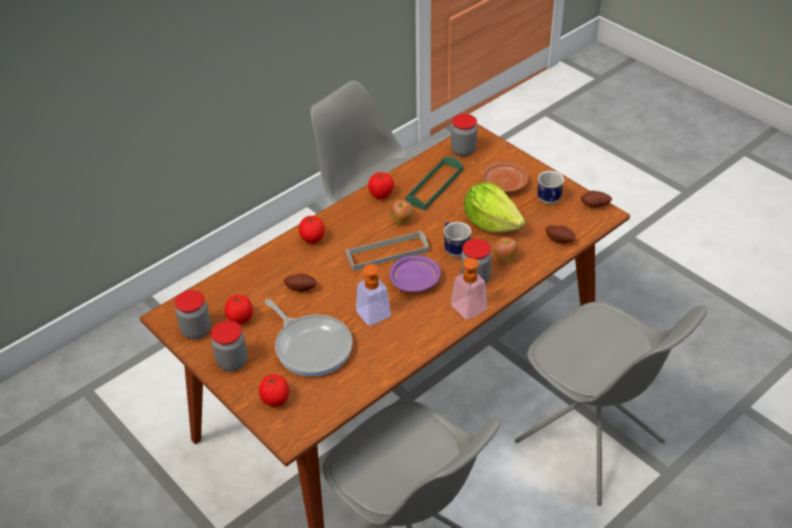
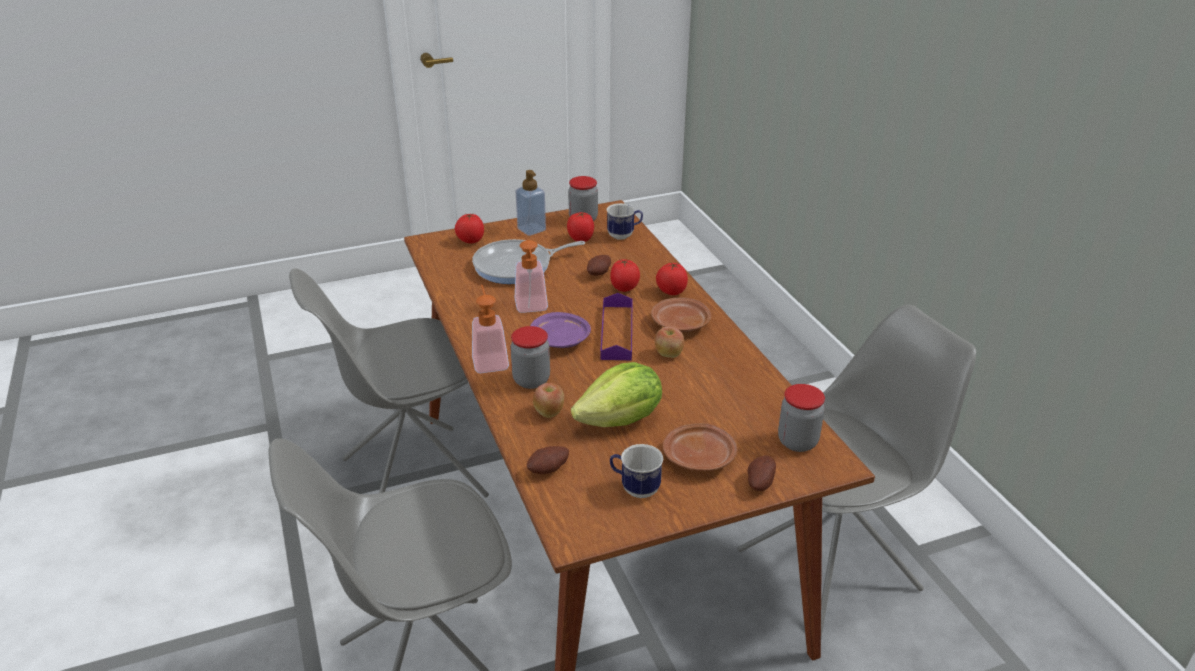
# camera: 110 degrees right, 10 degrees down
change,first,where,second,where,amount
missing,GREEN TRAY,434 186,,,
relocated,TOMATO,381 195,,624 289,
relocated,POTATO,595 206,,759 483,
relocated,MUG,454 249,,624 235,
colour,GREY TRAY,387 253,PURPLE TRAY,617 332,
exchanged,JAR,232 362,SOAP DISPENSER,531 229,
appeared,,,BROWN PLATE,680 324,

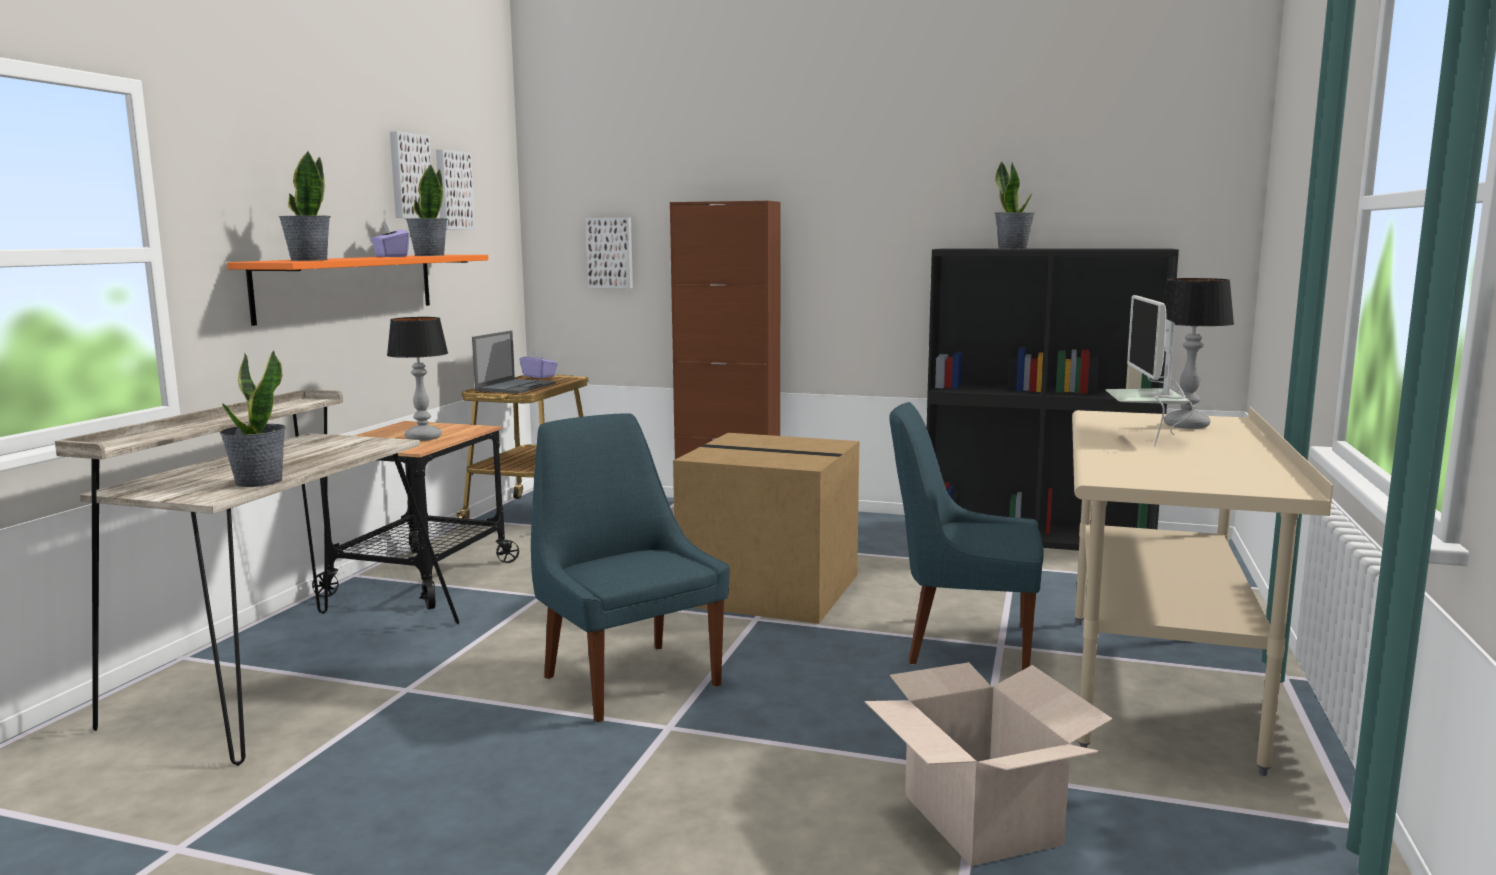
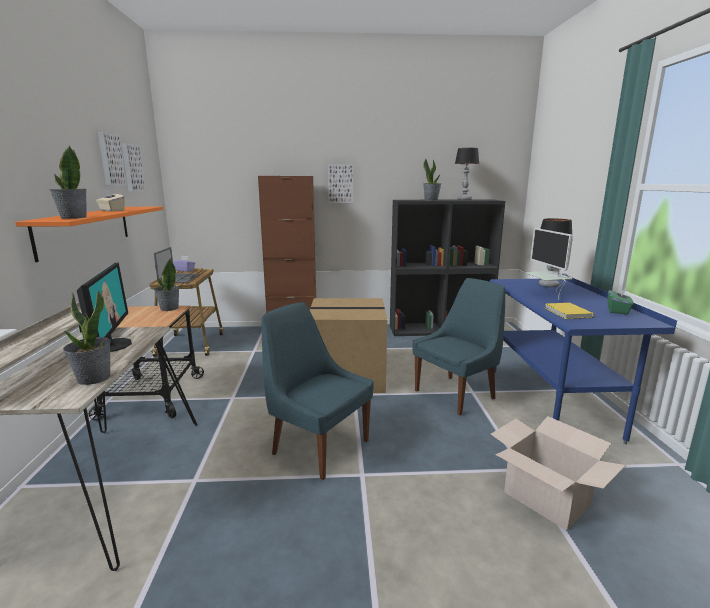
# camera: 20 degrees left, 5 degrees up
change,first,where,second,where,amount
relocated,POTTED PLANT,429 255,,169 308,
relocated,PICTURE,610 253,,340 184,
colour,PURPLE TISSUE BOX,390 256,BEIGE TISSUE BOX,112 210,
relocated,TABLE LAMP,424 437,,464 199,
spun,BLUE CHAIR,963 644,,456 394,150 degrees clockwise
colour,BEIGE DESK,1158 687,BLUE DESK,550 404,
appeared,,,MONITOR,112 345,
appeared,,,GREEN TISSUE BOX,618 310,
appeared,,,YELLOW BOOK,567 313,

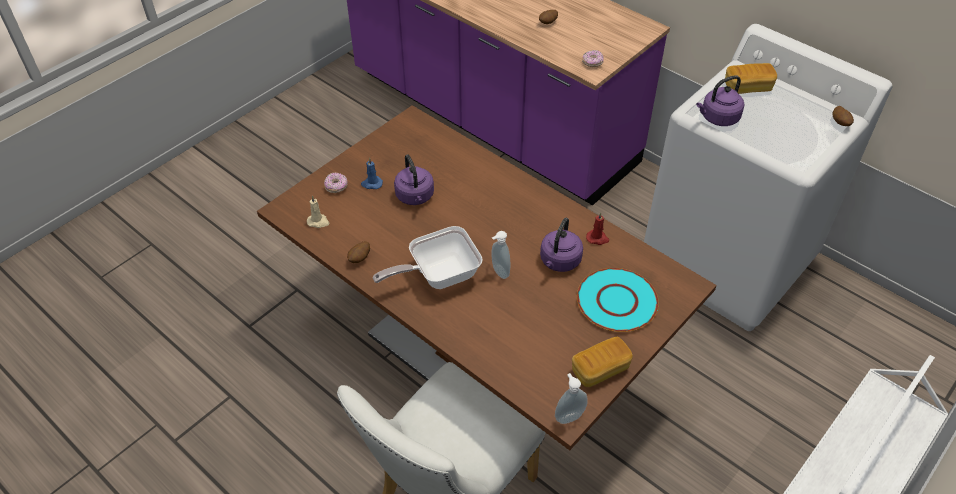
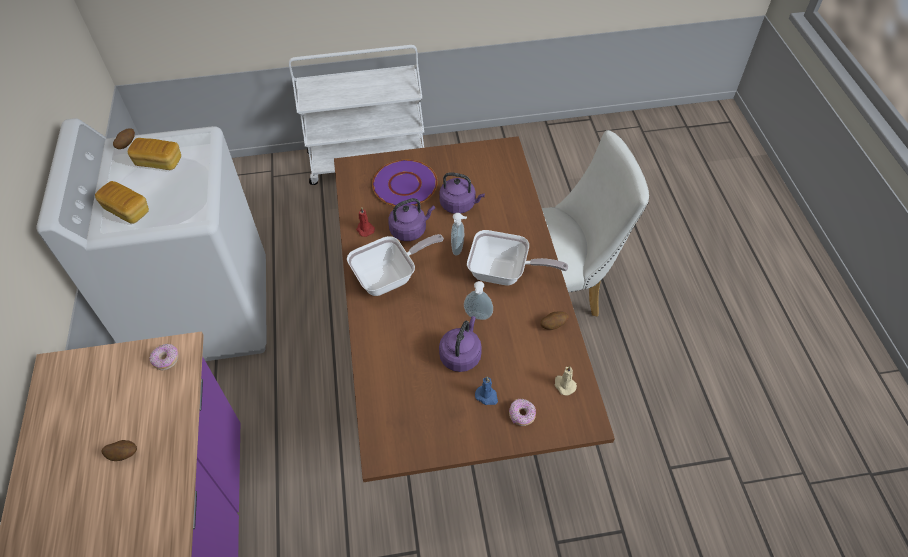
# camera: 140 degrees left, 5 degrees up
change,first,where,second,where,amount
relocated,PURPLE KETTLE,717 118,,459 204,
colour,TURQUOISE PLATE,616 301,PURPLE PLATE,405 185,
relocated,BREAD,600 370,,159 162,
relocated,SOAP DISPENSER,568 416,,477 317,
appeared,,,FRYING PAN,390 277,

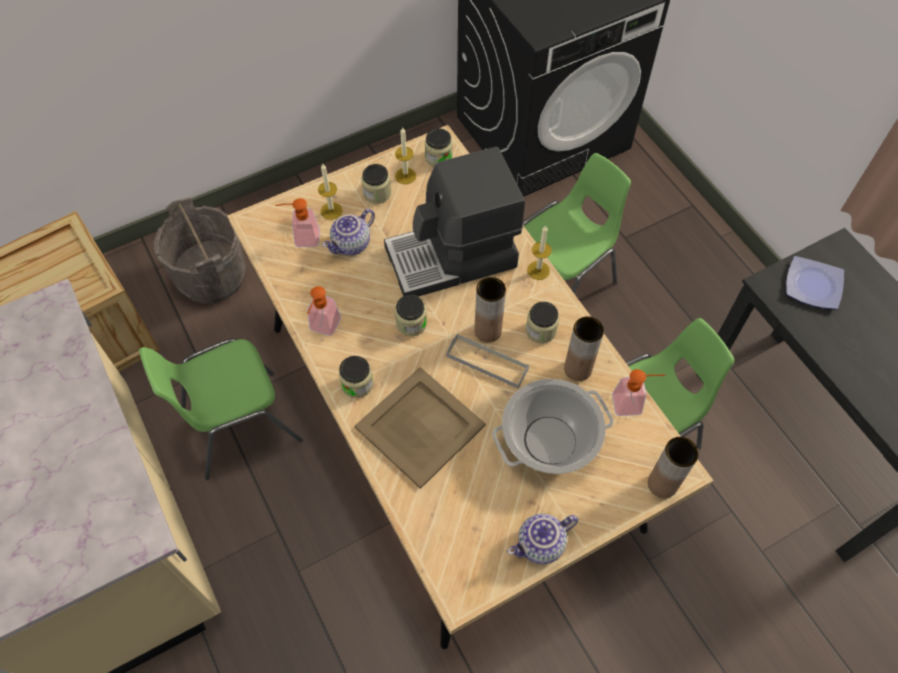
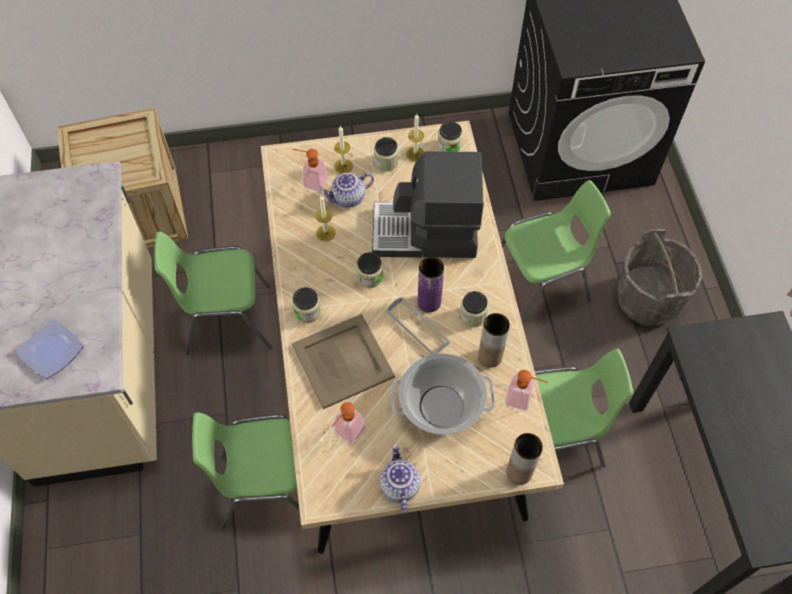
# camera: 20 degrees right, 0 degrees up
change,first,where,second,where,amount
relocated,GREY BUCKET,212 276,,648 300,
relocated,CANDLE,538 270,,325 233,
relocated,PLATE,814 285,,53 351,
colour,BROWN VASE,488 331,PURPLE VASE,429 302,
relocated,SOAP DISPENSER,323 328,,346 434,
spun,TEAPOT,540 545,,398 485,90 degrees clockwise
appeared,,,GREEN CHAIR,267 486,

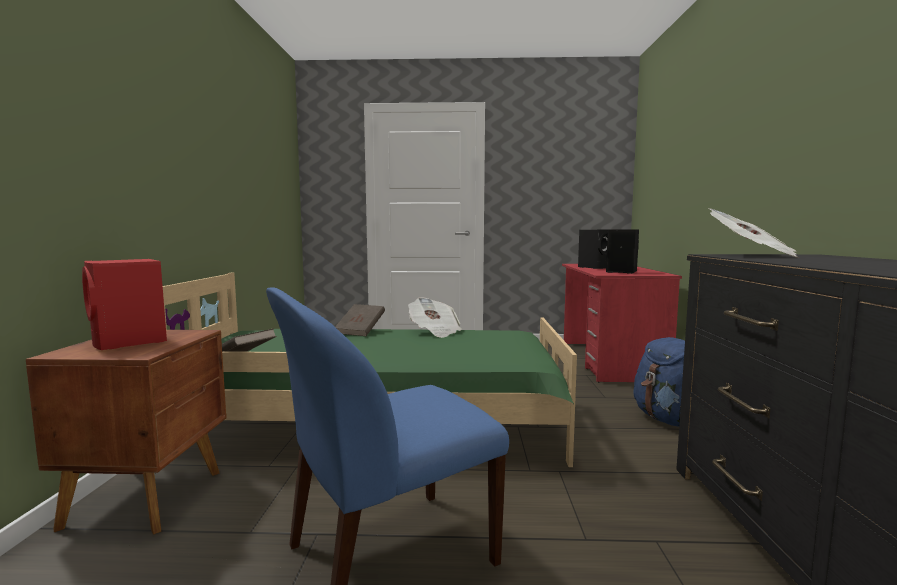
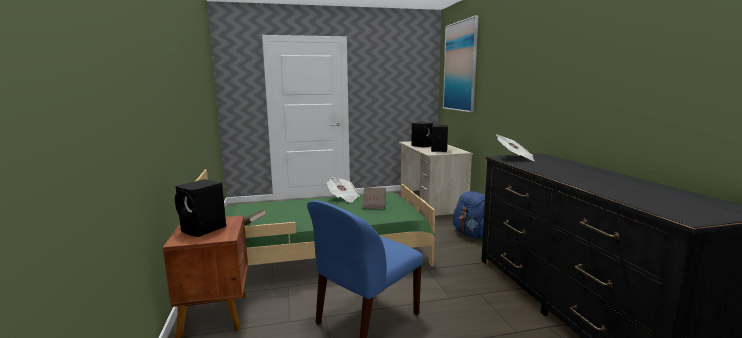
# camera: 15 degrees left, 5 degrees up
change,first,where,second,where,amount
colour,RED SPEAKER,129 342,BLACK SPEAKER,204 229,
colour,RED DESK,610 361,BEIGE DESK,431 201,
relocated,BROWN BOOK,360 331,,374 205,
appeared,,,PICTURE,460 66,

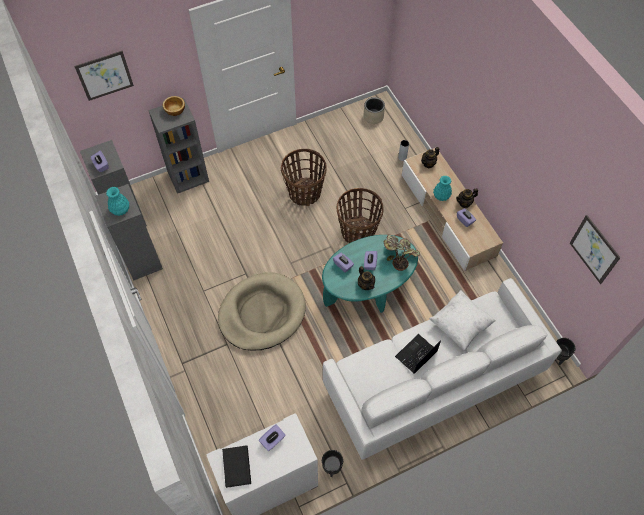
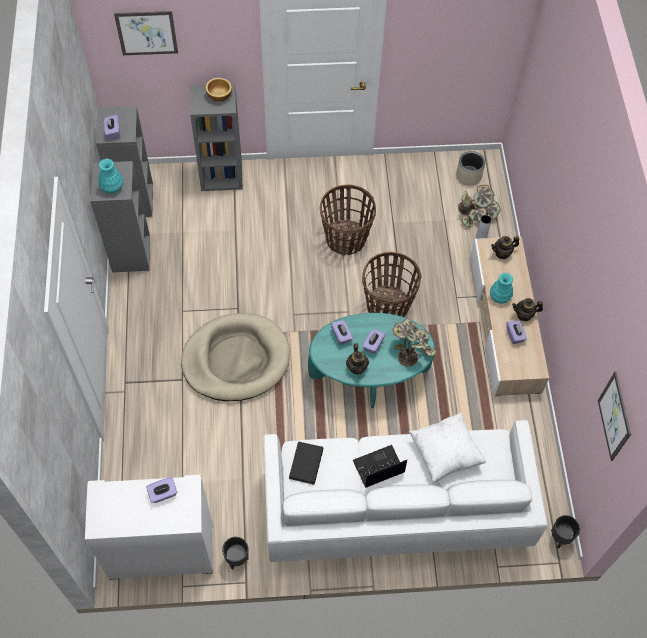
# camera: 20 degrees right, 0 degrees up
change,first,where,second,where,amount
relocated,BLACK BOOK,235 466,,305 463,
appeared,,,POTTED PLANT,476 214,

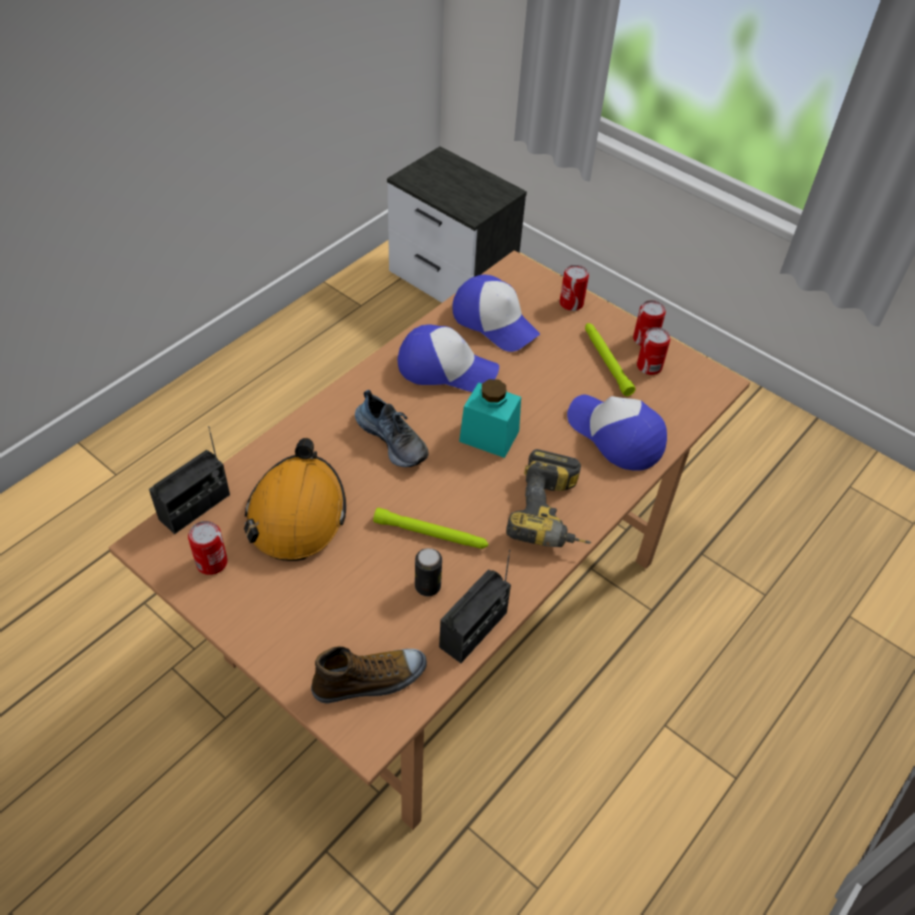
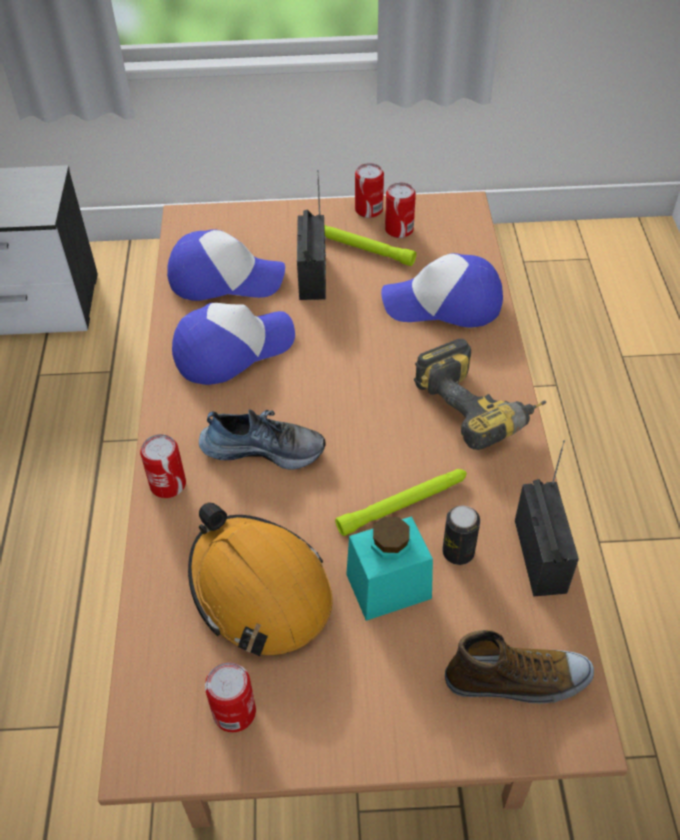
# camera: 40 degrees left, 0 degrees up
change,first,where,second,where,amount
relocated,CAN,571 303,,168 484,
relocated,TURQUOISE JAR,489 436,,388 586,
relocated,RADIO,195 507,,313 276,
spun,SHOE,370 680,,517 680,60 degrees clockwise

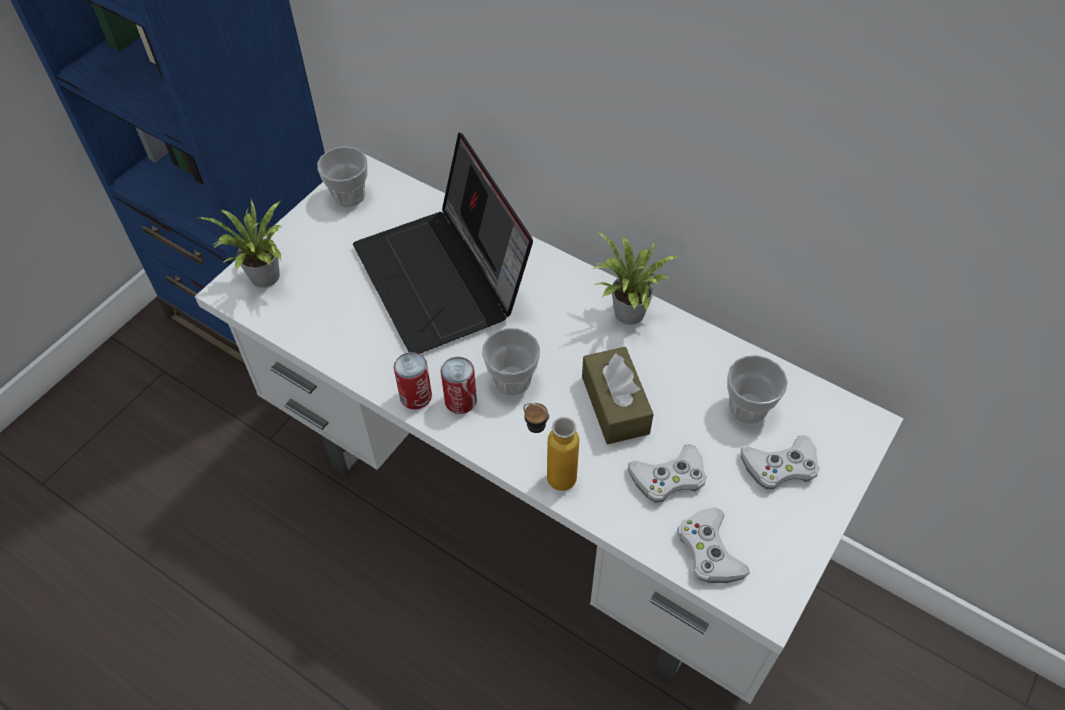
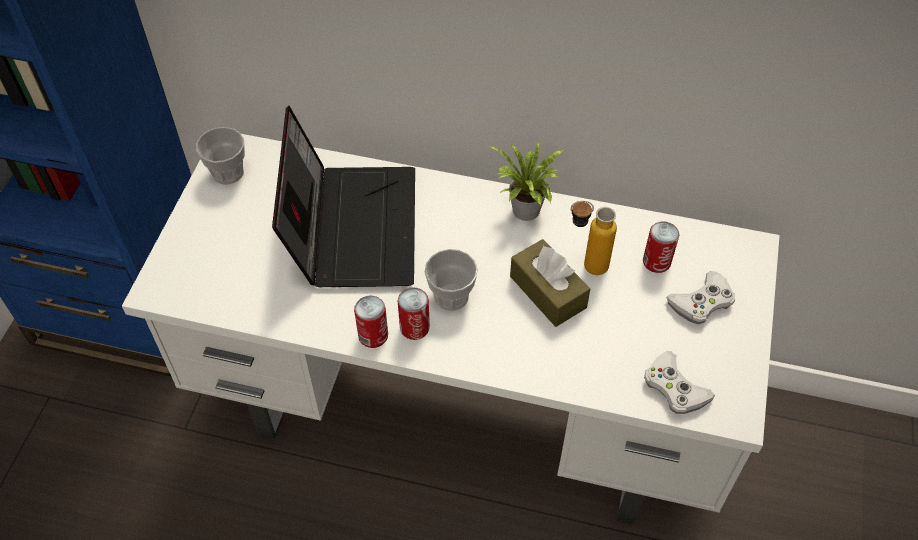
# camera: 20 degrees left, 0 degrees up
change,first,where,second,where,amount
spun,LAPTOP,444 280,,352 226,135 degrees counterclockwise
missing,POTTED PLANT,264 279,,,
exchanged,CUP,748 407,CAN,656 262,
relocated,BOTTLE,550 474,,585 266,
missing,WHITE GAME CONTROLLER,668 478,,,

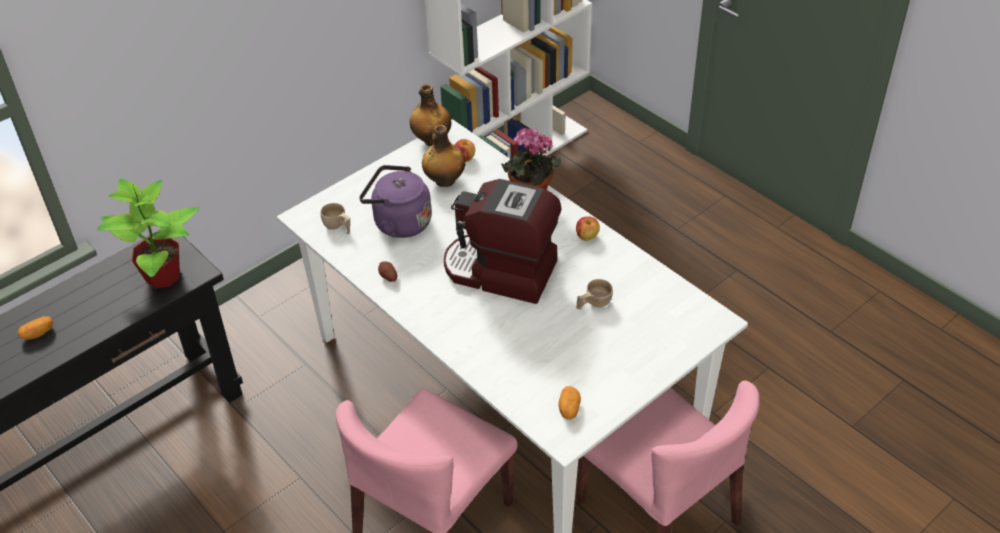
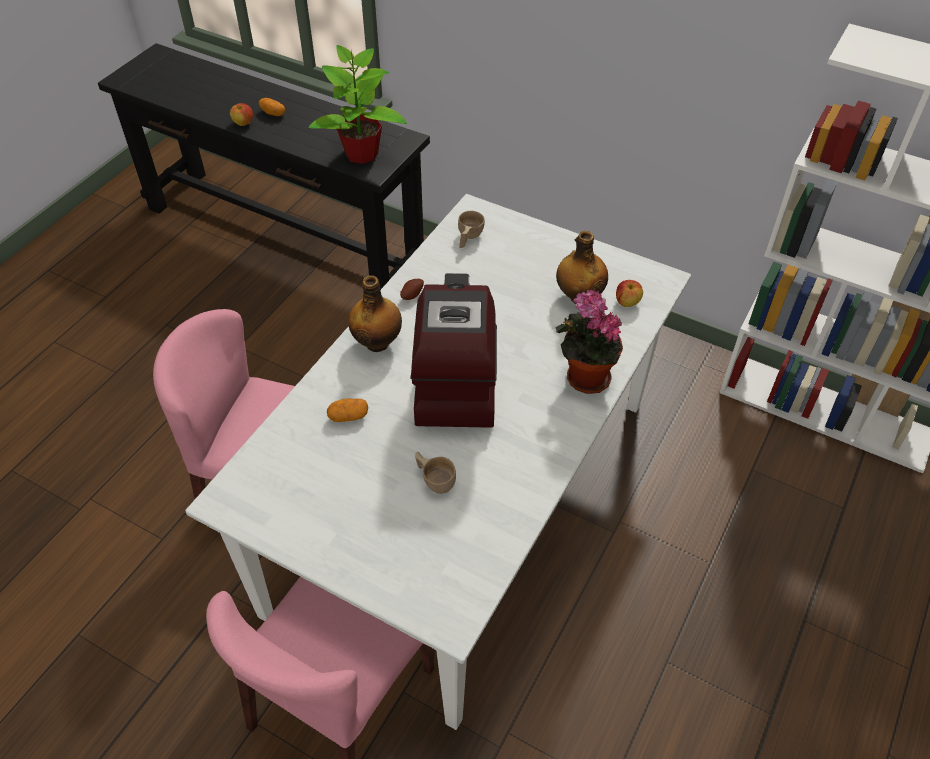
# camera: 70 degrees right, 5 degrees up
change,first,where,second,where,amount
relocated,BOTTLE,432 140,,378 342,
missing,PURPLE KETTLE,399 223,,,
relocated,APPLE,587 236,,243 123,
relocated,POTATO,569 409,,348 416,

